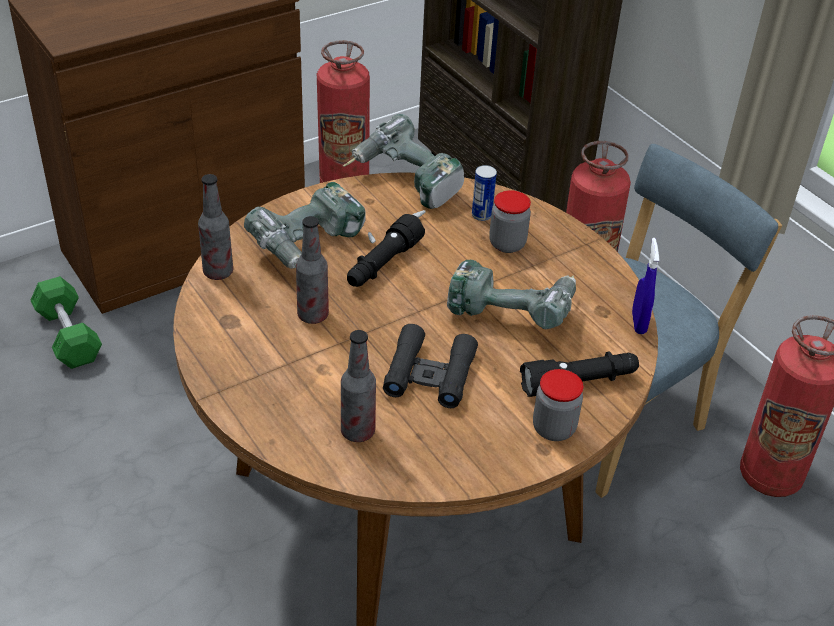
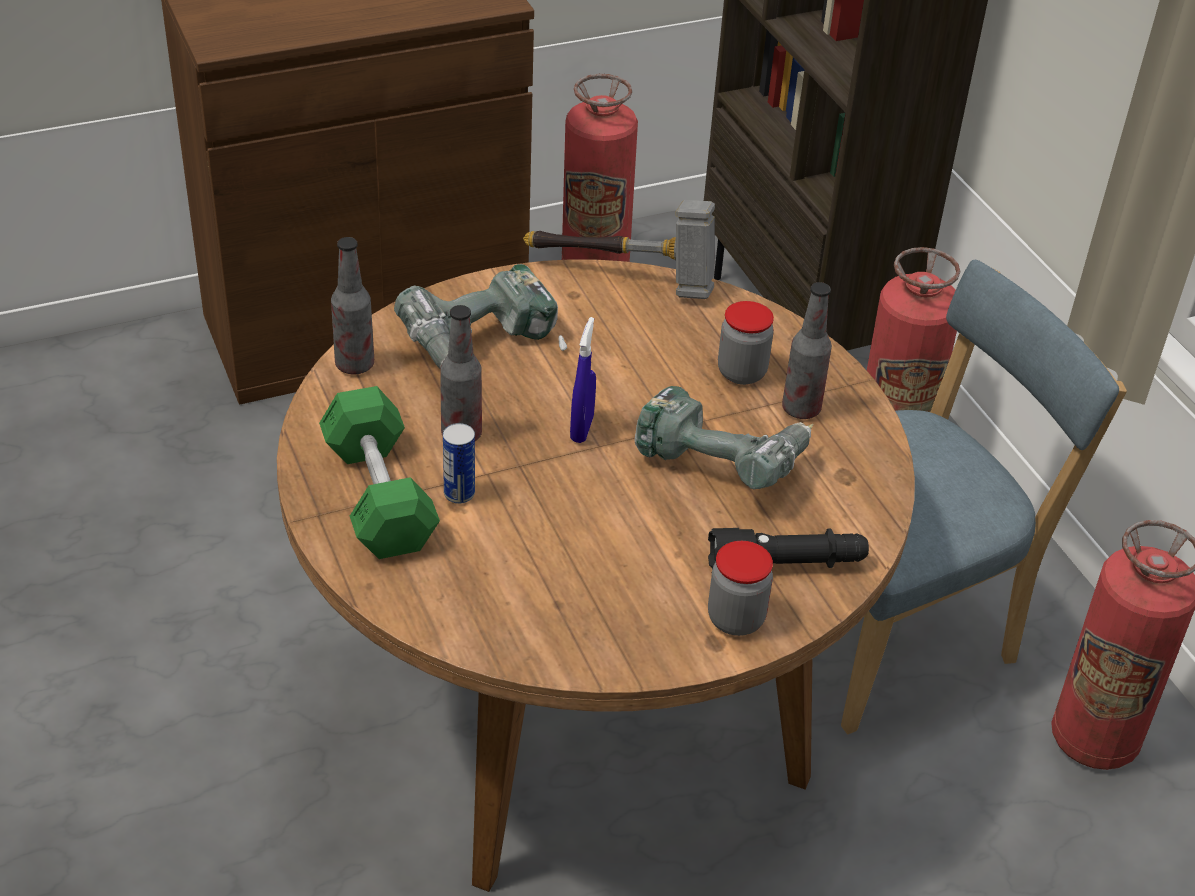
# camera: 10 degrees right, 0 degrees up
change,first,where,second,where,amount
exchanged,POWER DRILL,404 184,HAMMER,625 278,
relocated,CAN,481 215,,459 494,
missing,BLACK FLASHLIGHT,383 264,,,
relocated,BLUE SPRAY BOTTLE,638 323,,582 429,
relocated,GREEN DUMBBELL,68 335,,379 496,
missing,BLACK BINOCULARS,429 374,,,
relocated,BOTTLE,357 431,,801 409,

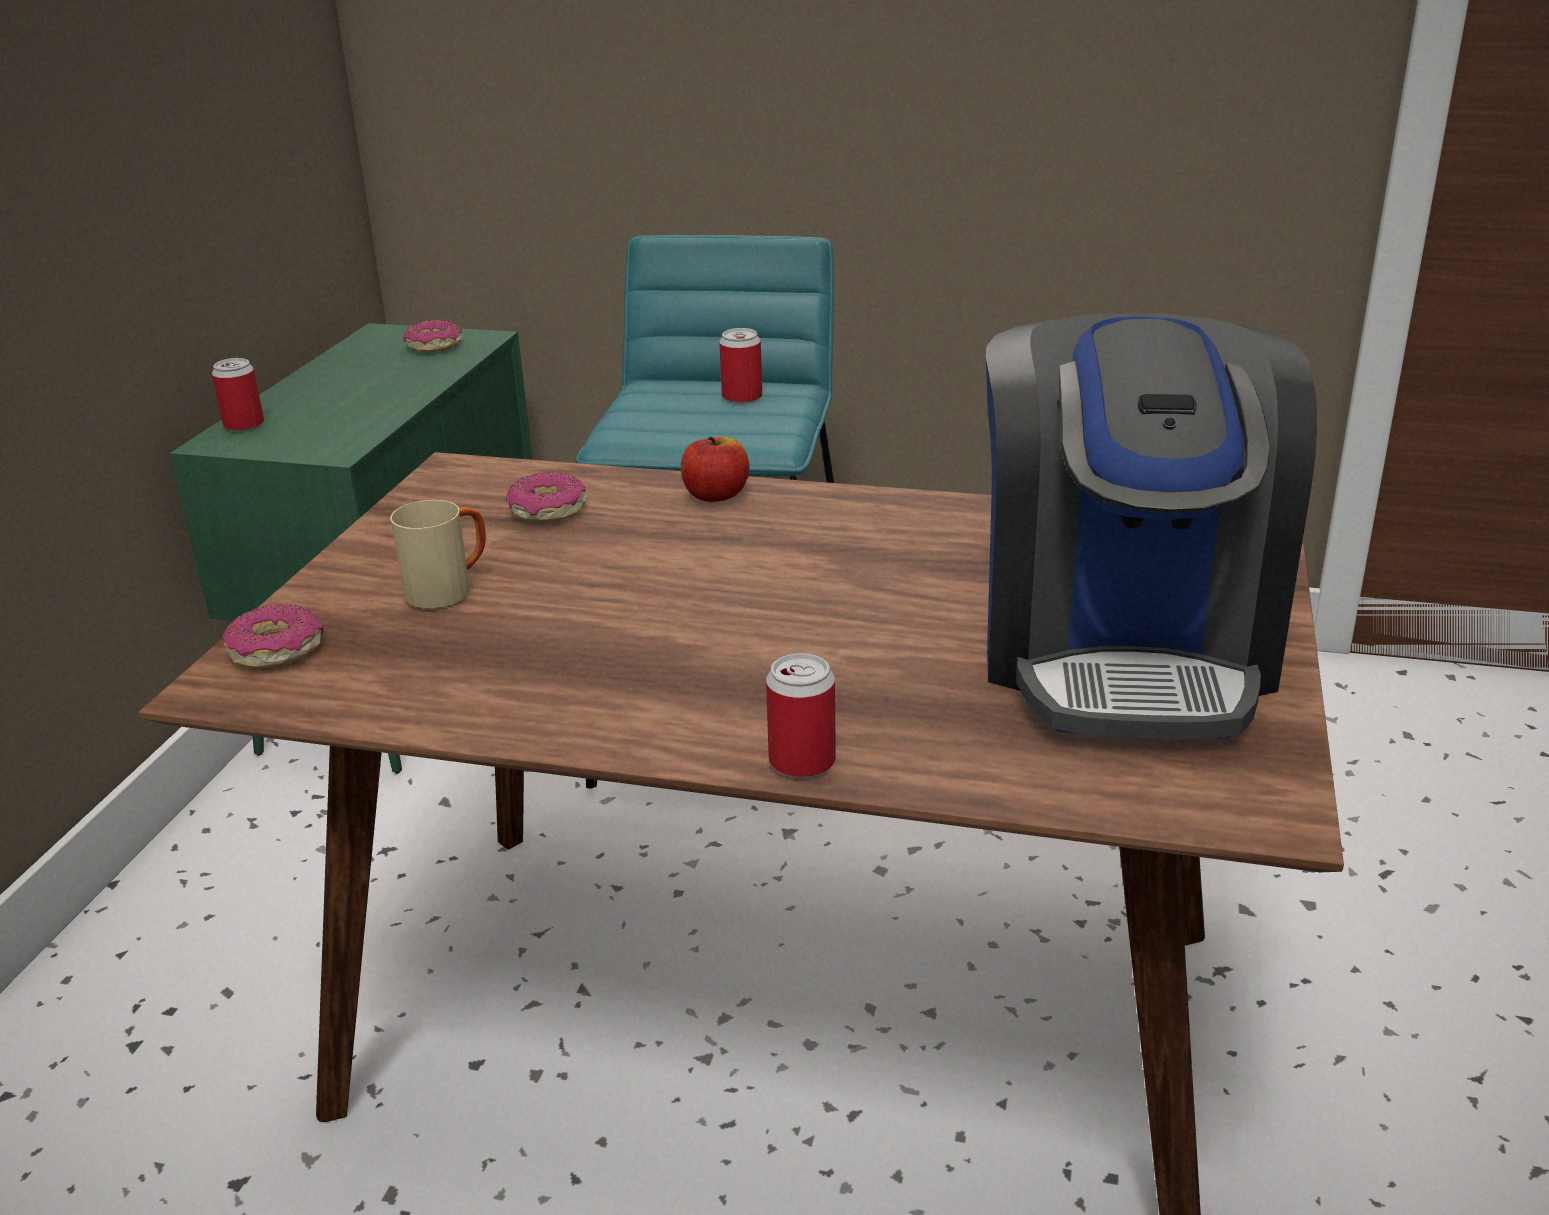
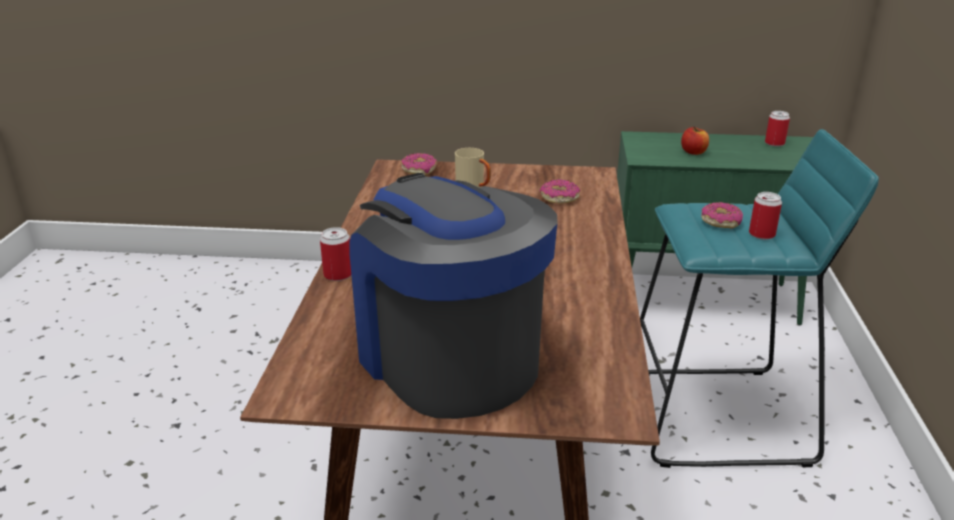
# camera: 80 degrees right, 0 degrees up
change,first,where,second,where,amount
spun,COFFEE MACHINE,1125 648,,447 358,60 degrees clockwise
relocated,DONUT,434 346,,720 221,
relocated,CAN,244 425,,774 143,
relocated,APPLE,716 495,,693 152,

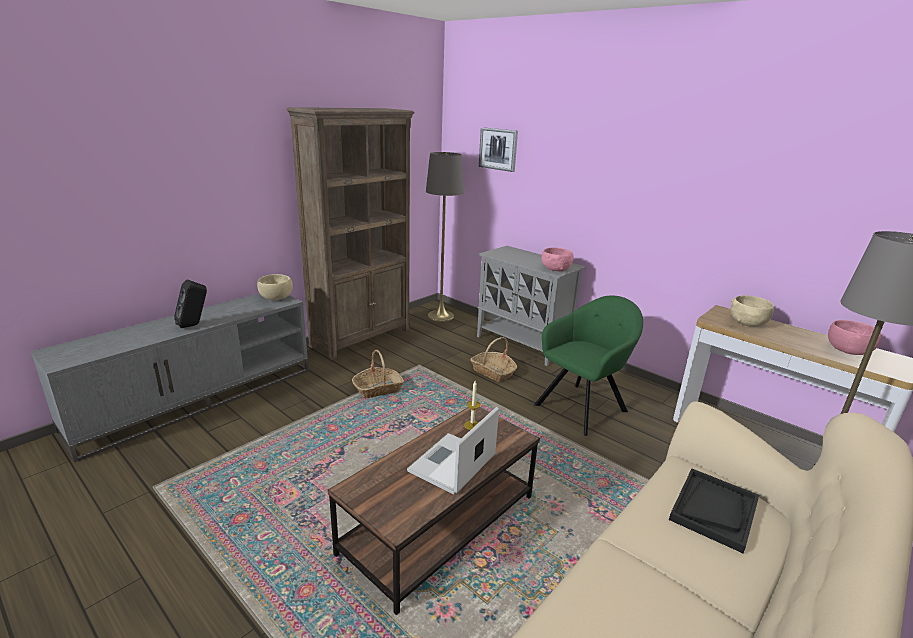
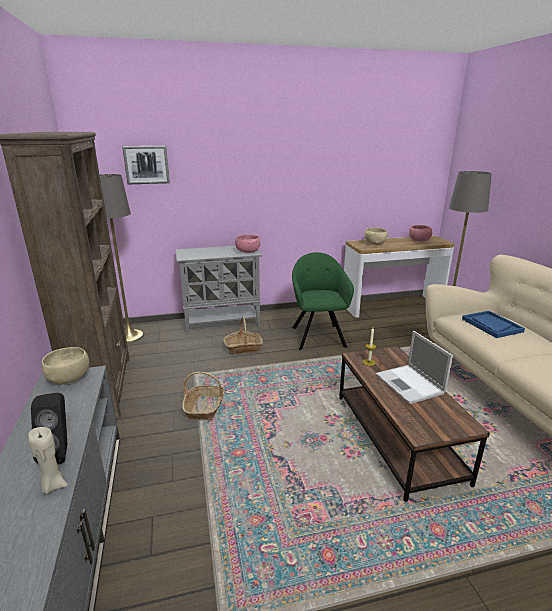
# camera: 55 degrees left, 0 degrees up
change,first,where,second,where,amount
colour,BLACK TRAY,713 510,BLUE TRAY,491 325,
appeared,,,BEIGE CANDLE,53 485,

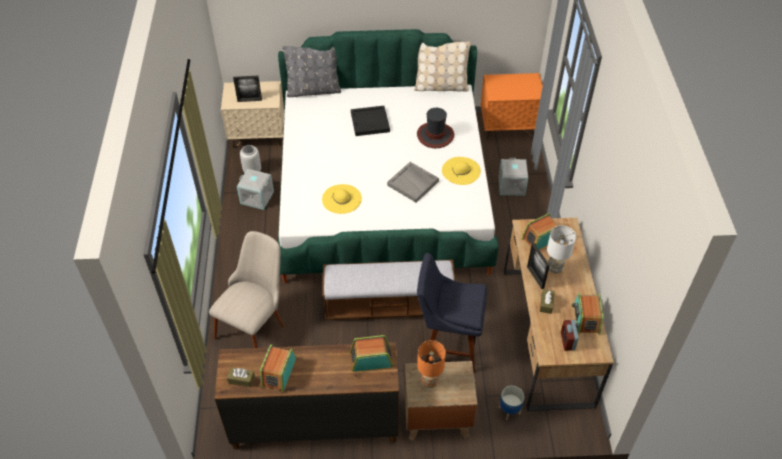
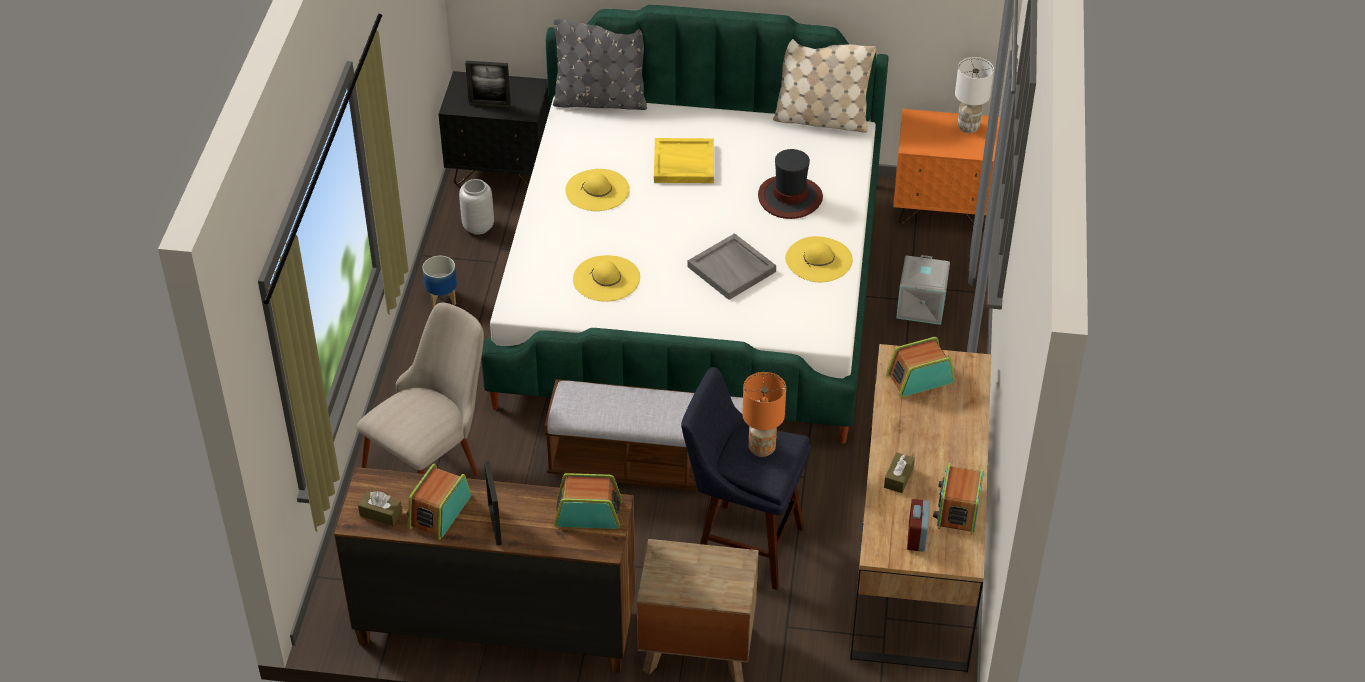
# camera: 10 degrees right, 5 degrees down
change,first,where,second,where,amount
colour,BEIGE NIGHTSTAND,258 136,BLACK NIGHTSTAND,500 171,
colour,BLACK TRAY,369 122,YELLOW TRAY,683 164,
missing,GREY STORAGE BOX,257 197,,,
relocated,WHITE TABLE LAMP,554 269,,967 127,
relocated,PICTURE FRAME,535 277,,495 525,
relocated,ORANGE TABLE LAMP,429 382,,761 449,
relocated,PLANTER,509 410,,442 298,
appeared,,,YELLOW HAT,597 190,

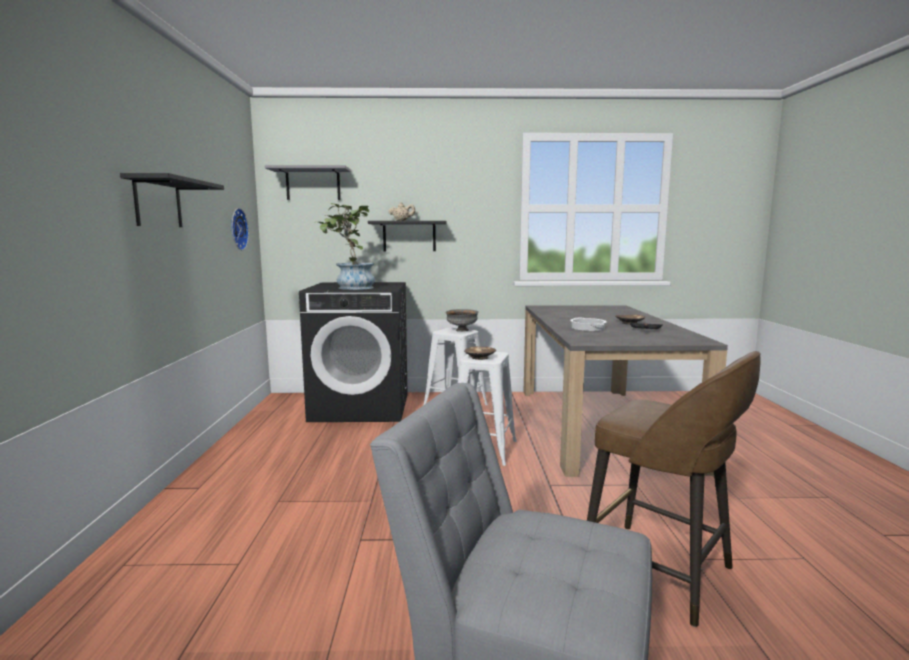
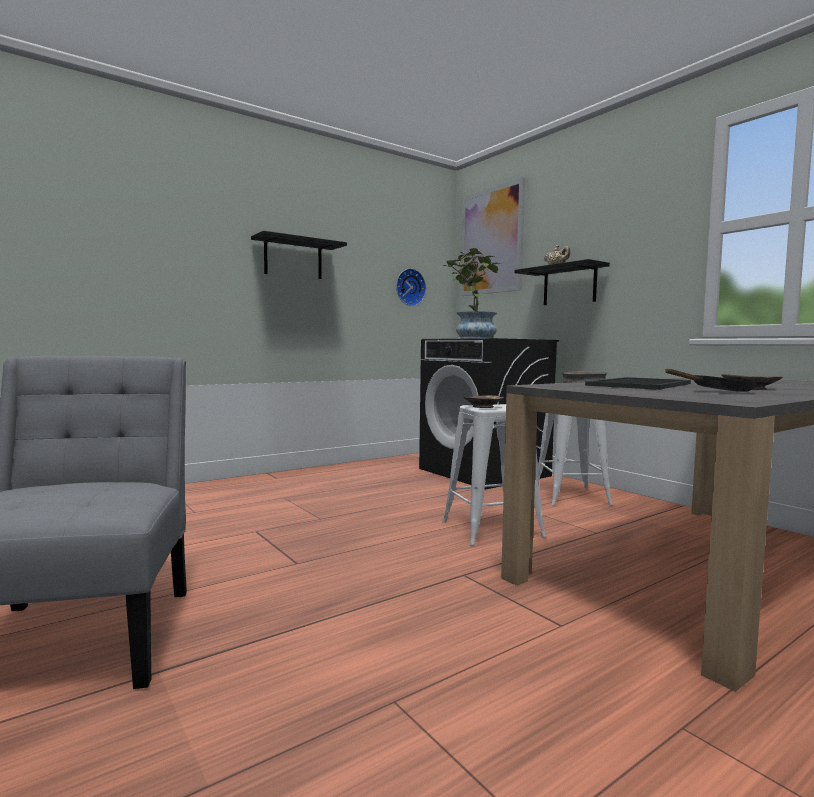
# camera: 55 degrees right, 5 degrees down
change,first,where,second,where,amount
exchanged,GREY SHELF,313 184,PICTURE,491 241,
exchanged,COOKING POT,587 328,TRAY,638 384,
missing,BROWN STOOL,661 572,,,

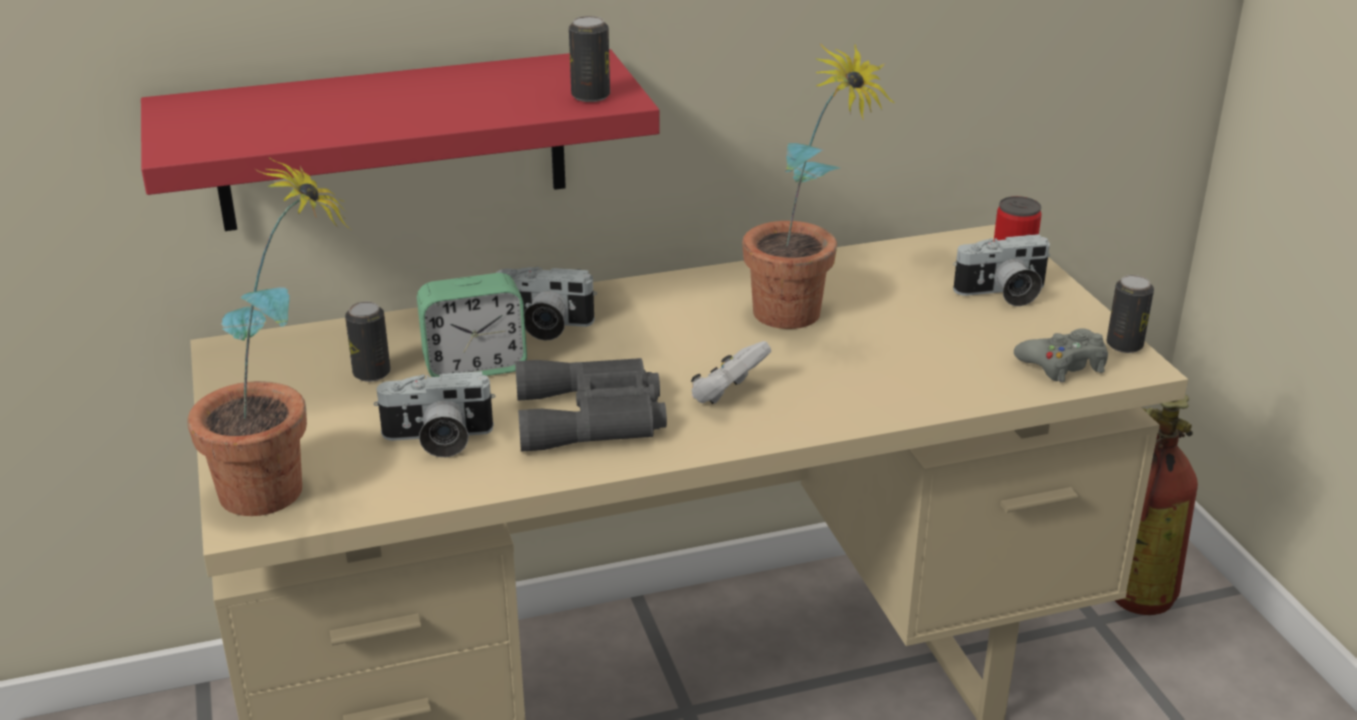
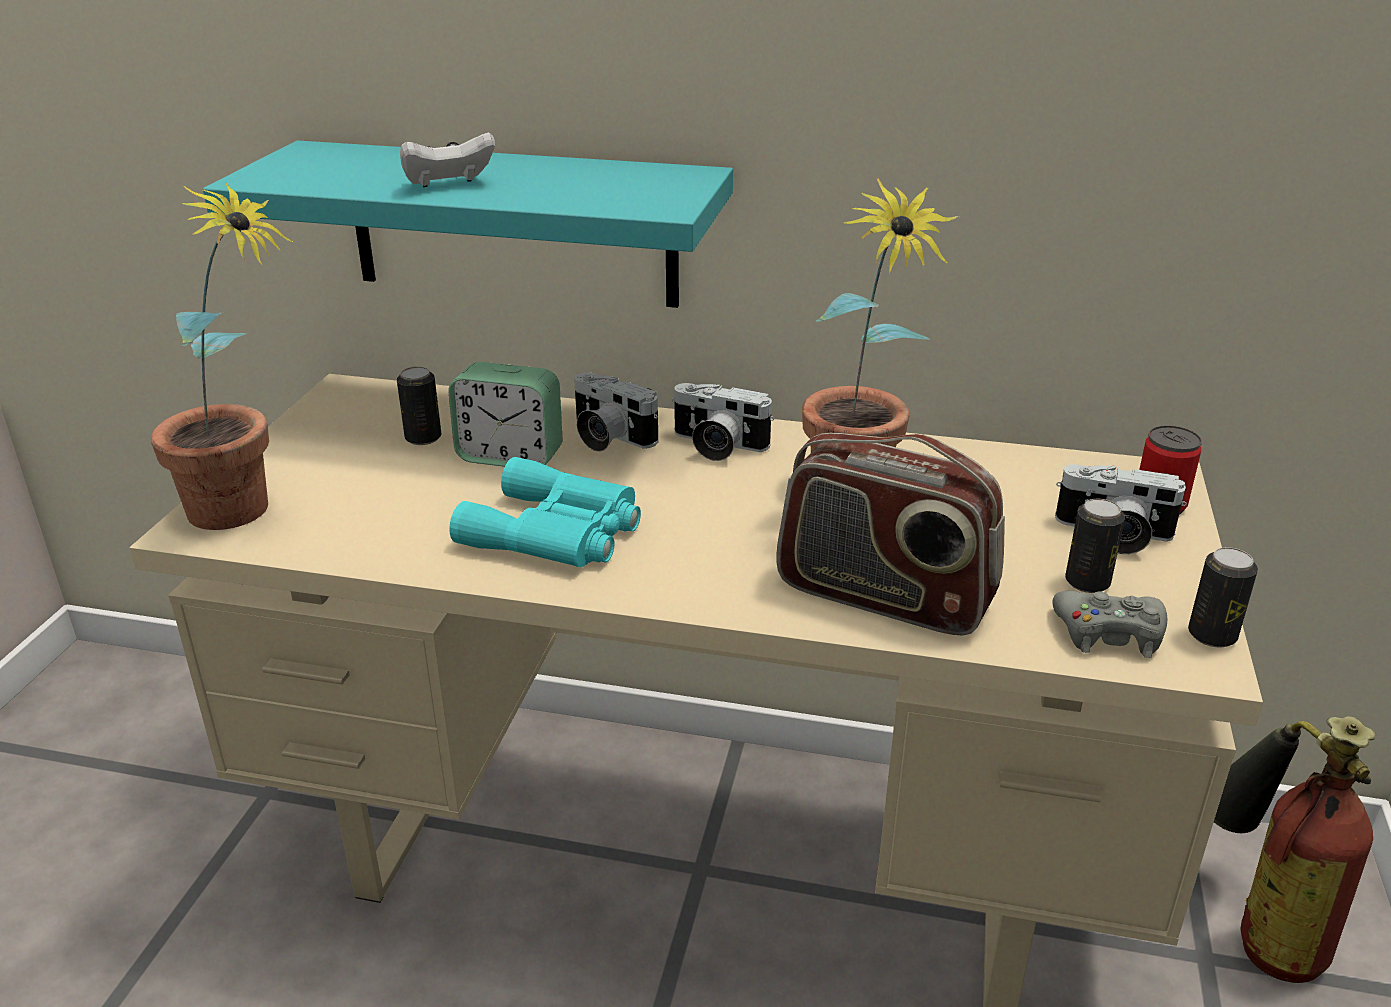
# camera: 30 degrees right, 0 degrees up
change,first,where,second,where,amount
relocated,CAN,590 96,,1087 582,
colour,RED SHELF,392 141,TURQUOISE SHELF,512 224,
relocated,WHITE GAME CONTROLLER,728 394,,448 185,
colour,GREY BINOCULARS,594 417,TURQUOISE BINOCULARS,557 532,
relocated,PHOTO CAMERA,437 440,,716 446,
appeared,,,RADIO,883 596,

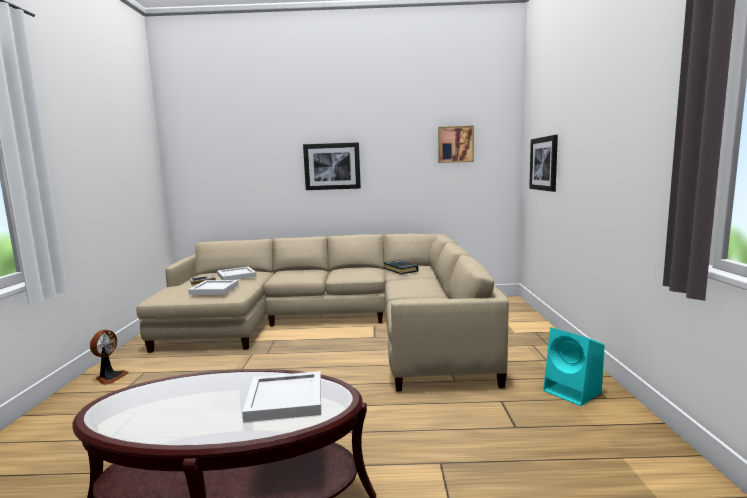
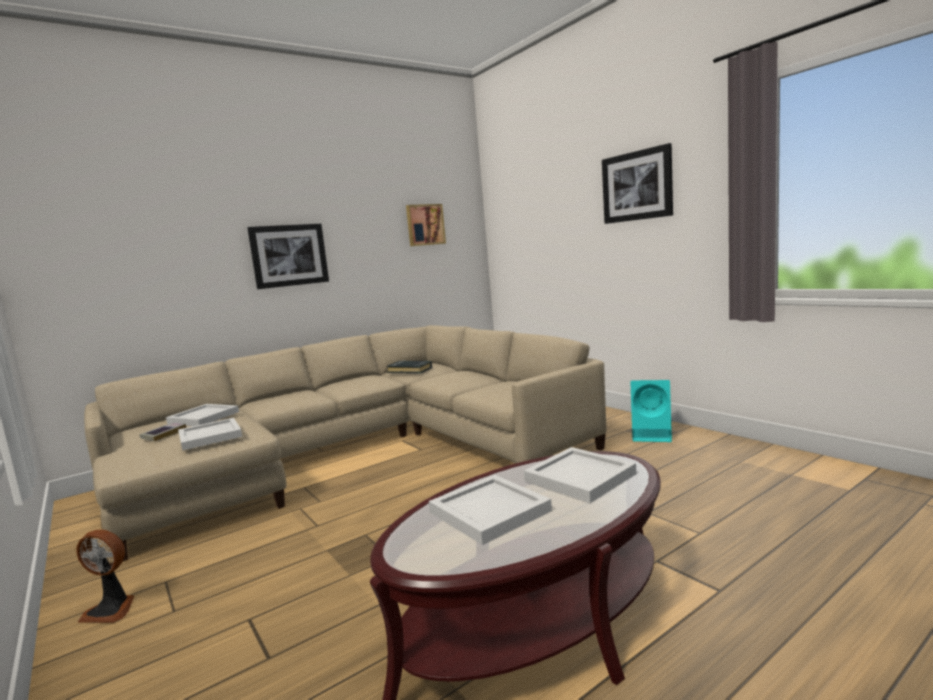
# camera: 35 degrees left, 0 degrees up
change,first,where,second,where,amount
relocated,PICTURE,544 163,,637 186,
spun,FAN,110 377,,111 609,120 degrees clockwise
appeared,,,WHITE TRAY,491 511,

